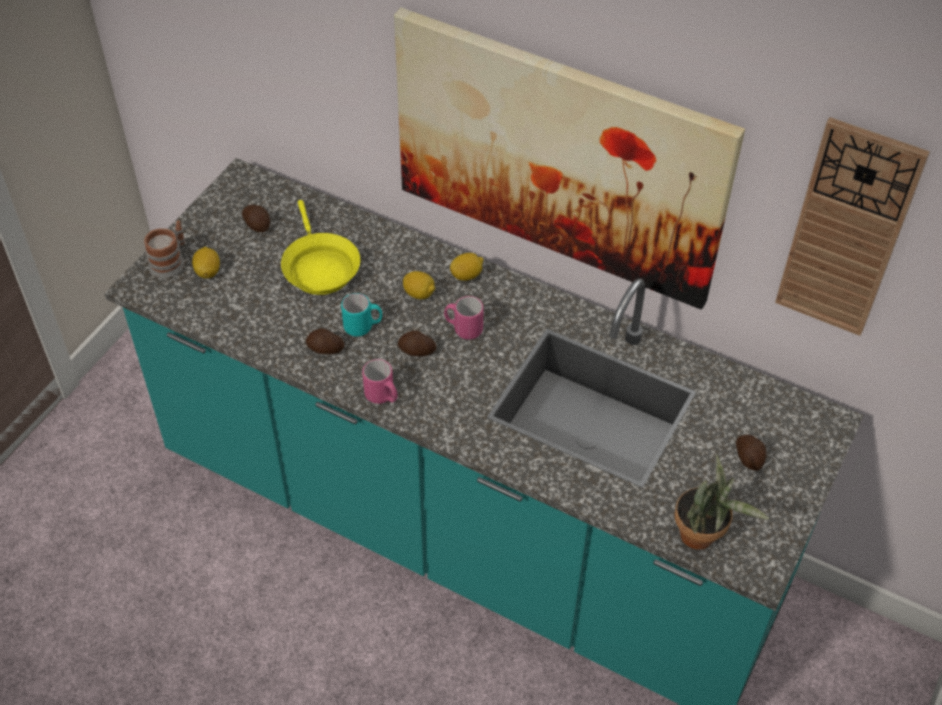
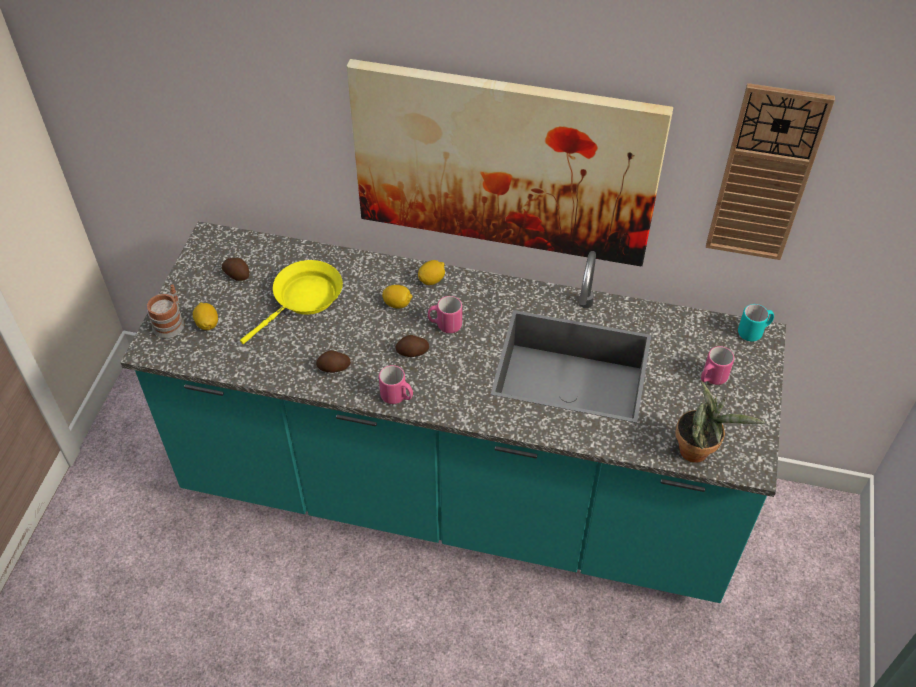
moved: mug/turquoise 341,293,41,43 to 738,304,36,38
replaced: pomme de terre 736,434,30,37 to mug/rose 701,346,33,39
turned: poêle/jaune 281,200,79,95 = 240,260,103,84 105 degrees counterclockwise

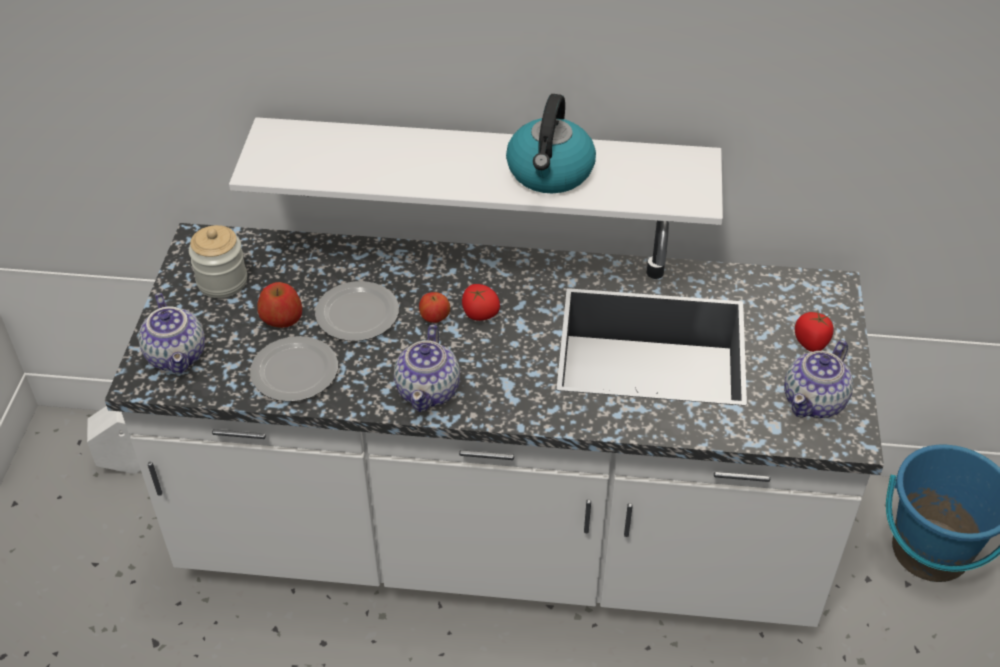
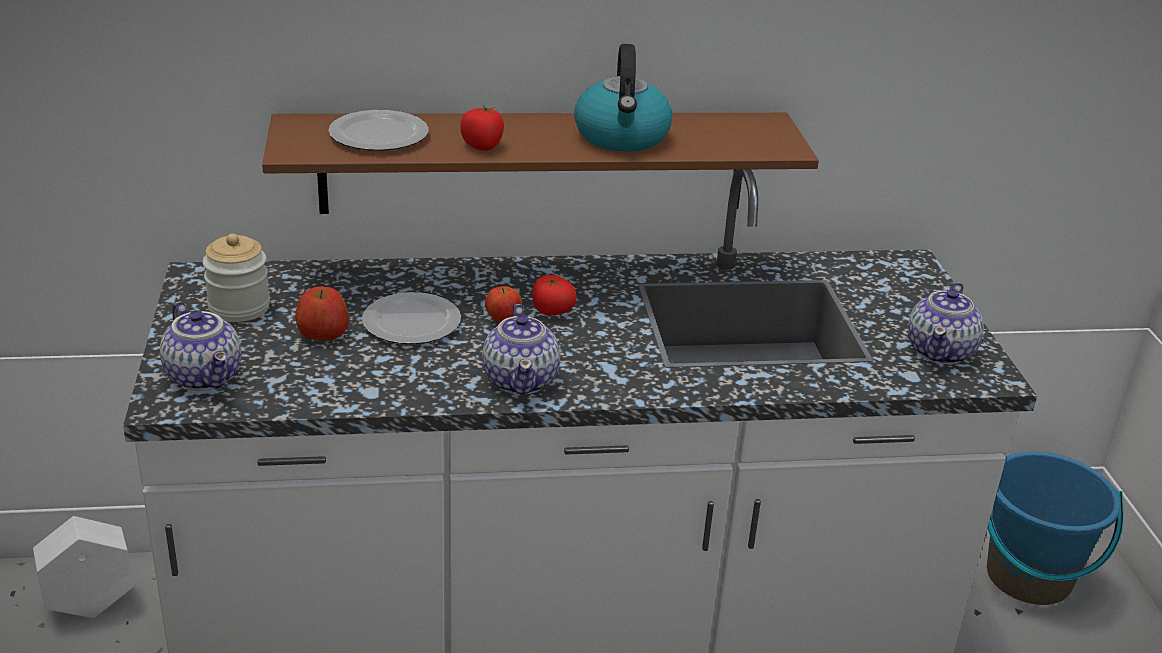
moved: tomate 795,312,39,40 to 460,105,44,46; assiette 250,336,88,66 to 328,110,101,41
recoloured: étagère/blanc 229,117,494,108 to étagère/marron 262,113,557,101

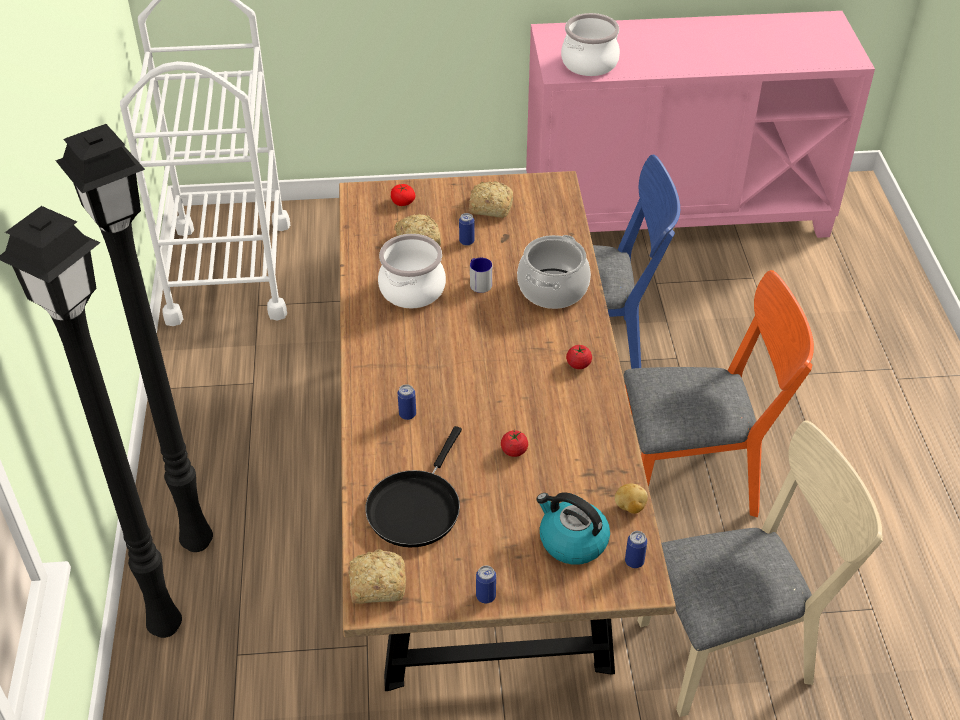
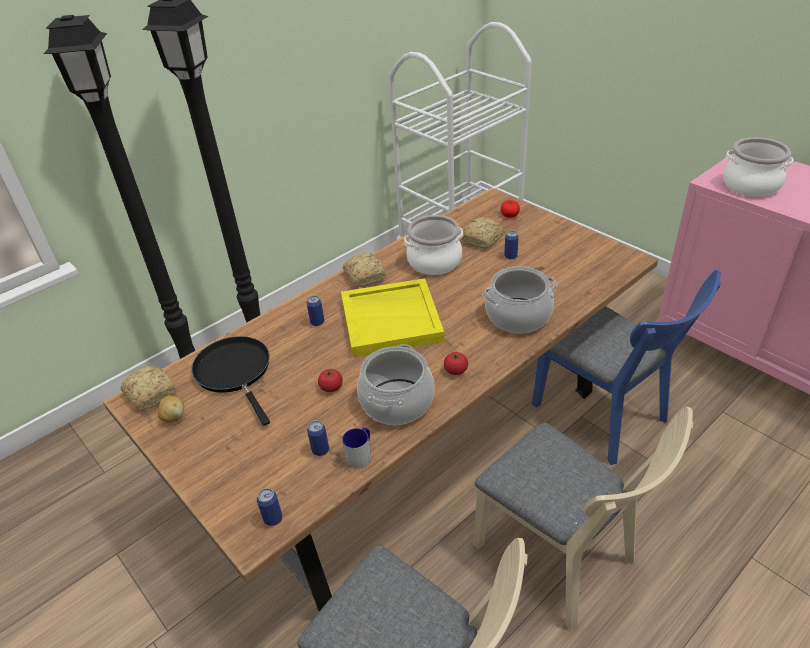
removed: bouilloire 536,492,74,73
added: plateau/jaune 341,278,104,79; marmite 357,344,78,81
moved: pain 468,181,45,37 to 343,253,43,34; mug 470,258,22,35 to 342,428,29,41; pomme de terre 615,483,33,31 to 158,395,26,28; boîte métallique 476,566,20,37 to 307,420,22,36
recoloured: chaise/orange 624,270,190,247 to chaise/beige 473,407,220,224
turned: poêle/noir 365,426,97,121 = 191,336,79,90 75 degrees clockwise

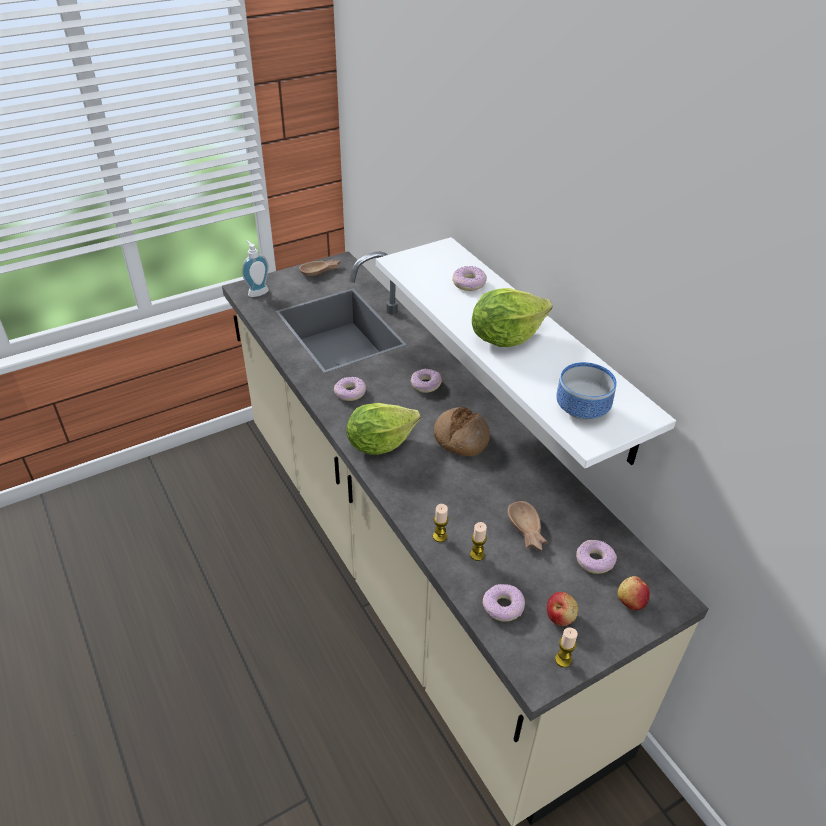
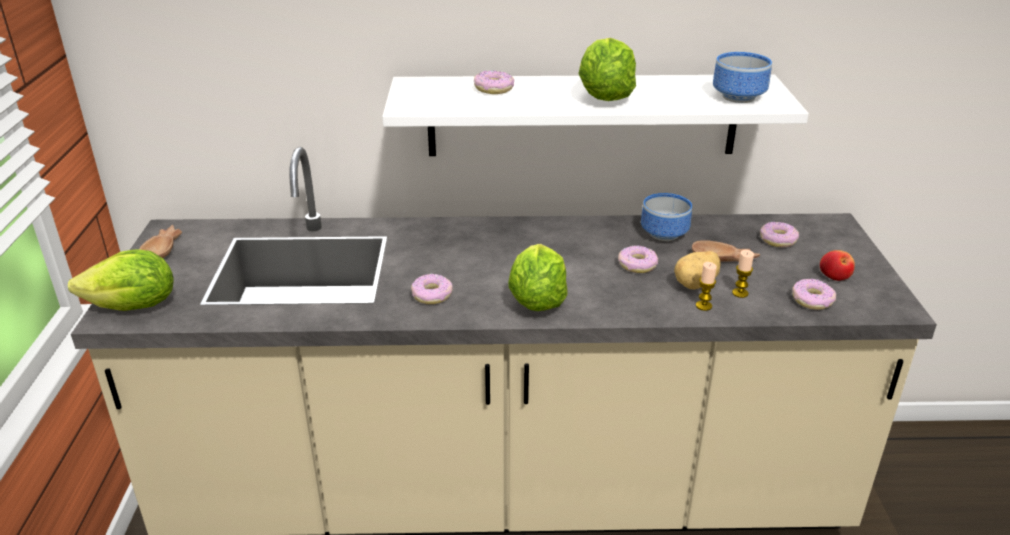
removed: pain 434,407,56,49; pomme 617,576,33,34; bougie 555,628,23,39
added: bol 641,193,51,48; pomme de terre 674,251,47,38
moved: beignet 411,368,31,25 to 618,245,40,28
replaced: distributeur de savon 242,241,27,56 to laitue 68,249,105,62

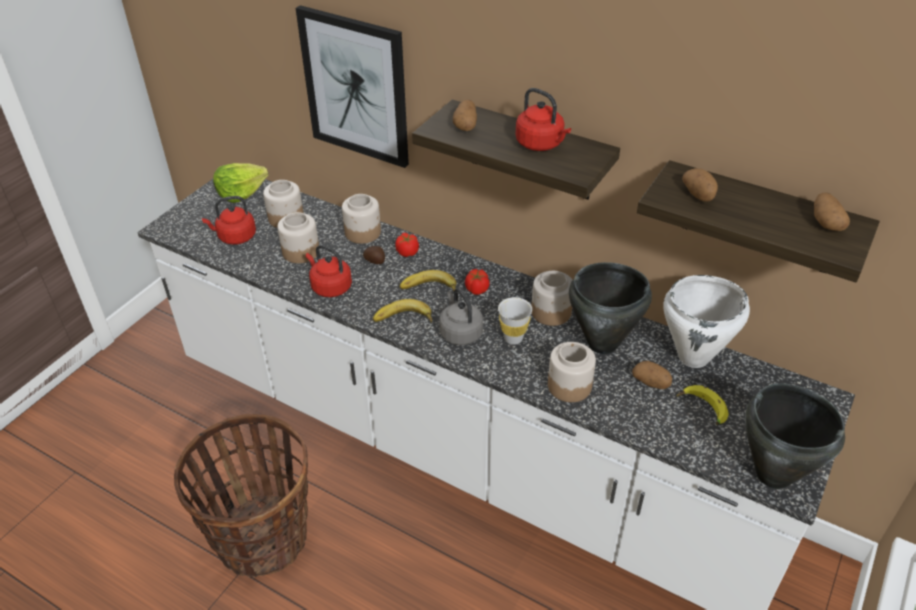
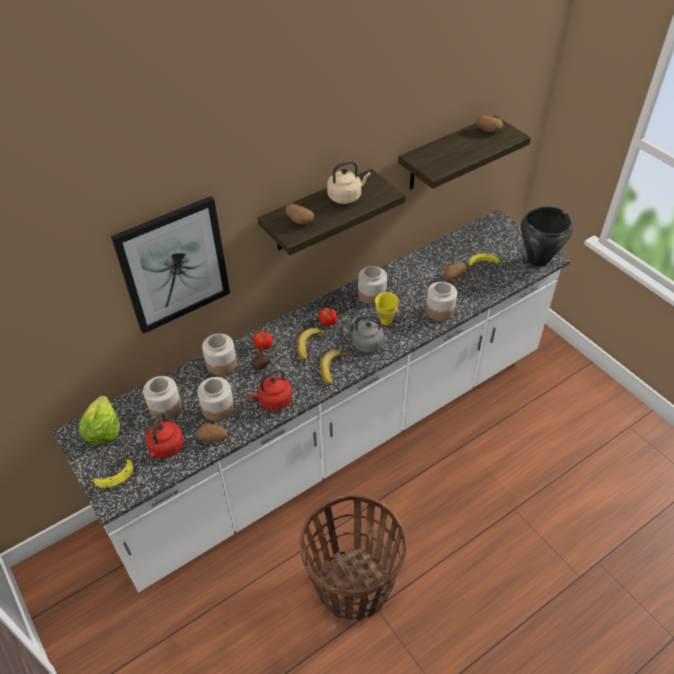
removed: marmite/noir 569,262,83,92; marmite/blanc 664,275,86,93
added: banane 93,455,40,33
moved: pomme de terre 682,168,36,33 to 197,424,30,18
recoloured: bouilloire/rouge 516,88,55,63 to bouilloire/beige 327,161,44,43; tasse/blanc 498,297,34,48 to tasse/jaune 375,292,24,33

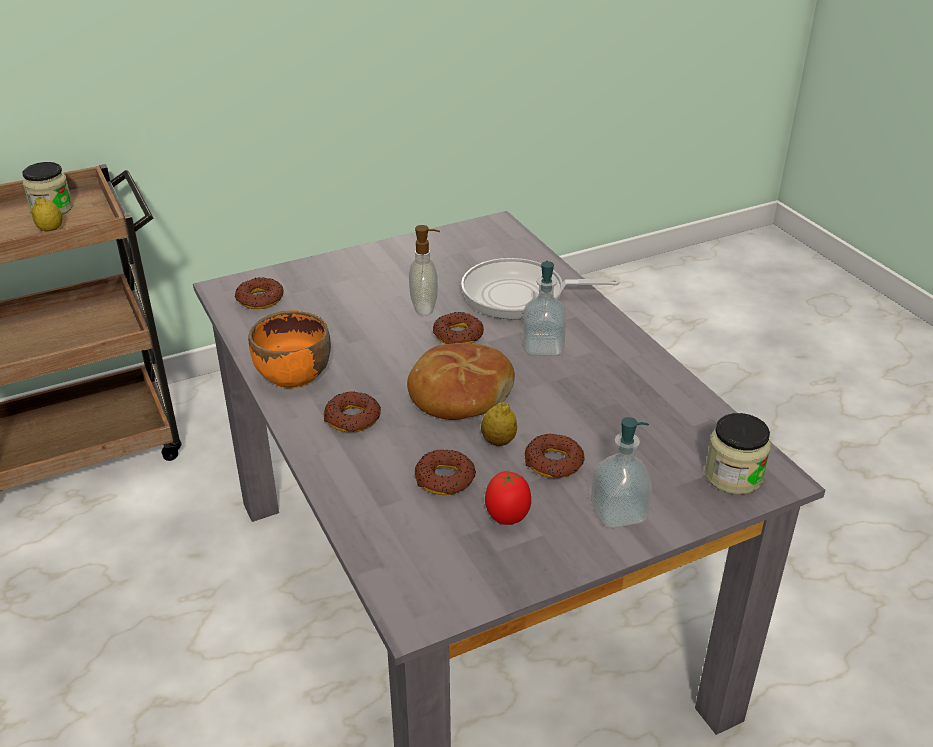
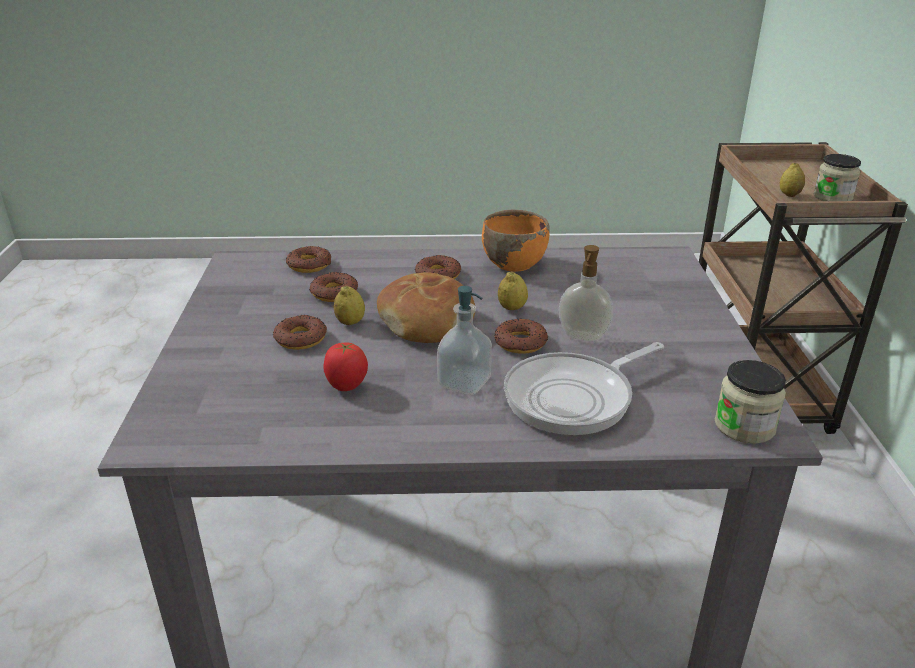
removed: distributeur de savon 591,417,61,111
added: citron 498,272,30,38
moved: beignet 234,277,50,32 to 286,246,45,27; bocal 705,413,66,81 to 715,360,71,84; tomate 485,471,46,54 to 323,343,45,48
turned: poêle 461,258,158,61 = 504,342,160,93 150 degrees counterclockwise

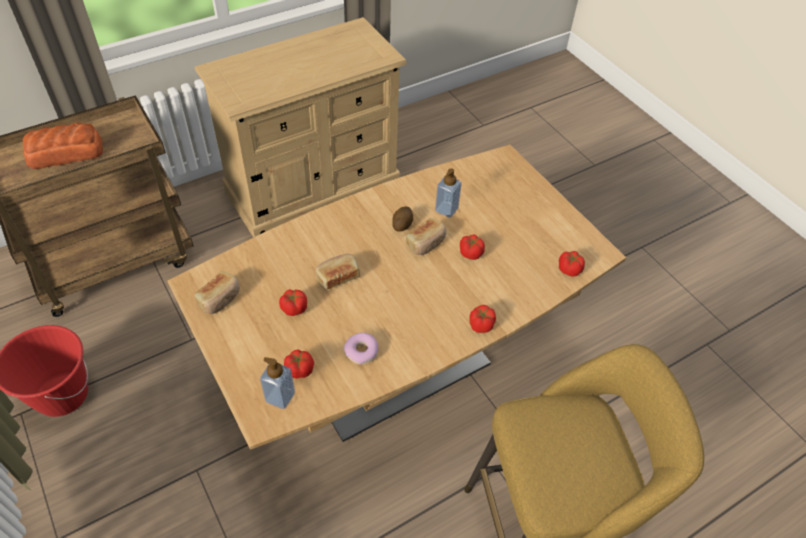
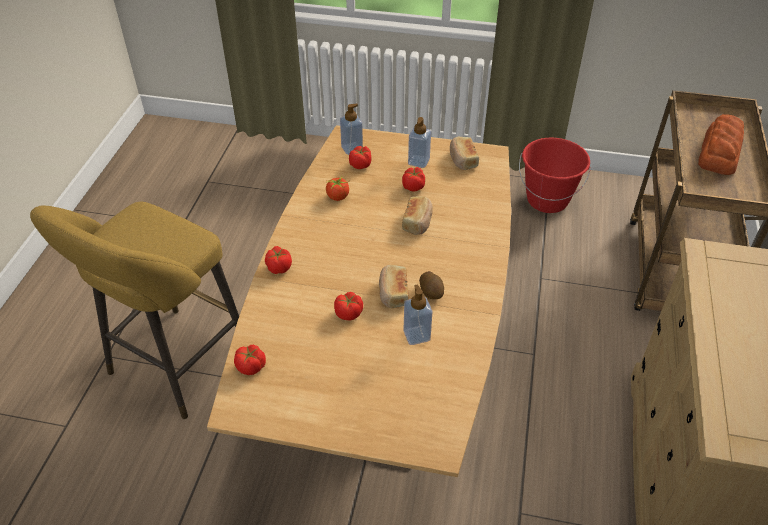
added: distributeur de savon 408,117,23,51
replaced: beignet 344,333,34,31 to tomate 325,177,24,24

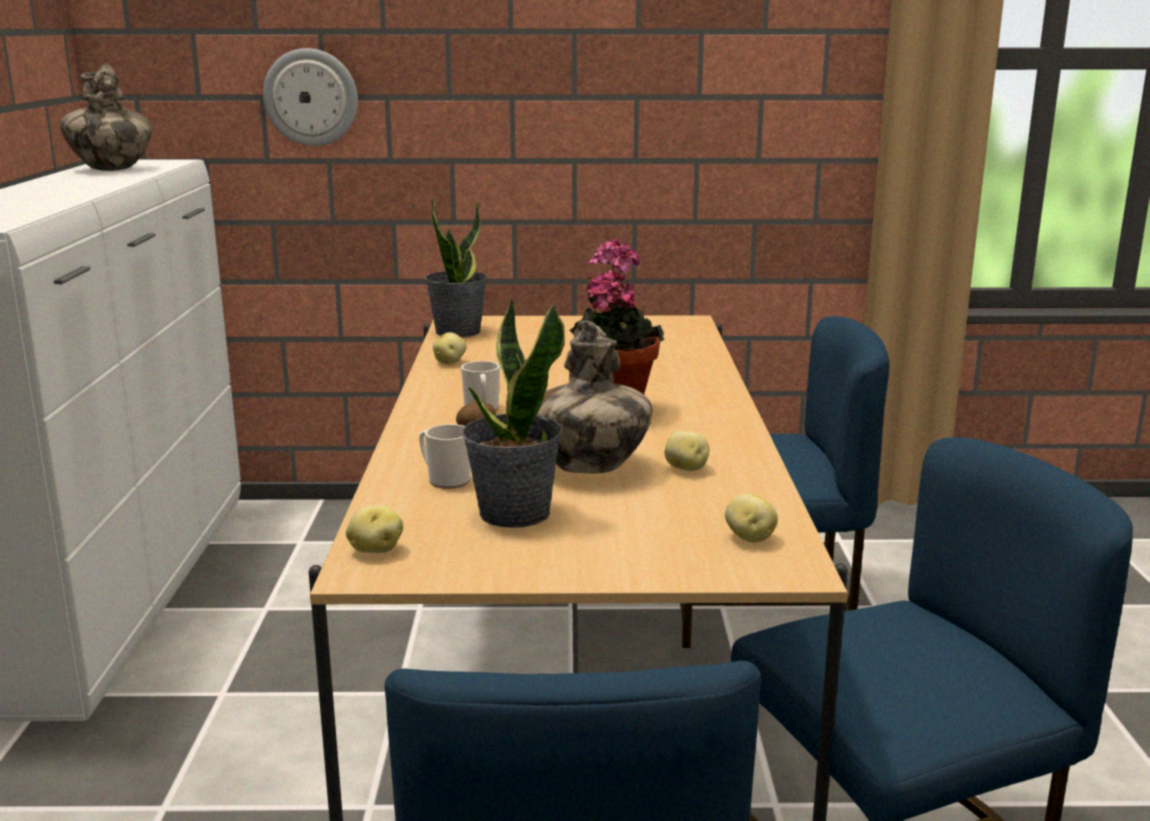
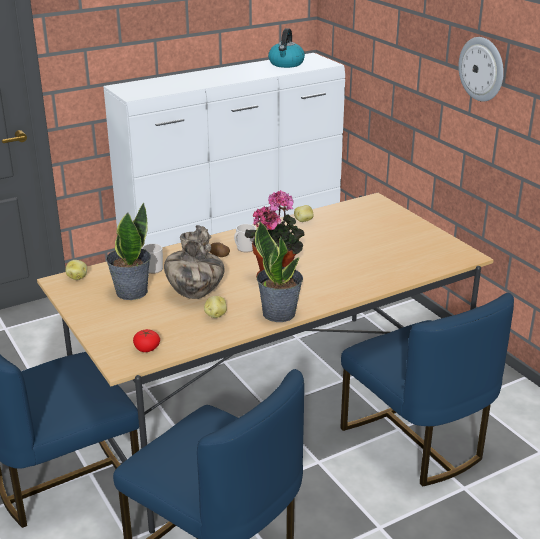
moved: horloge murale 263,48,95,98 to 458,37,46,65; plante en pot 425,197,63,141 to 255,222,48,100
replaced: vase 60,64,92,107 to bouilloire 268,28,37,40; pomme de terre 725,494,53,48 to tomate 133,329,27,23

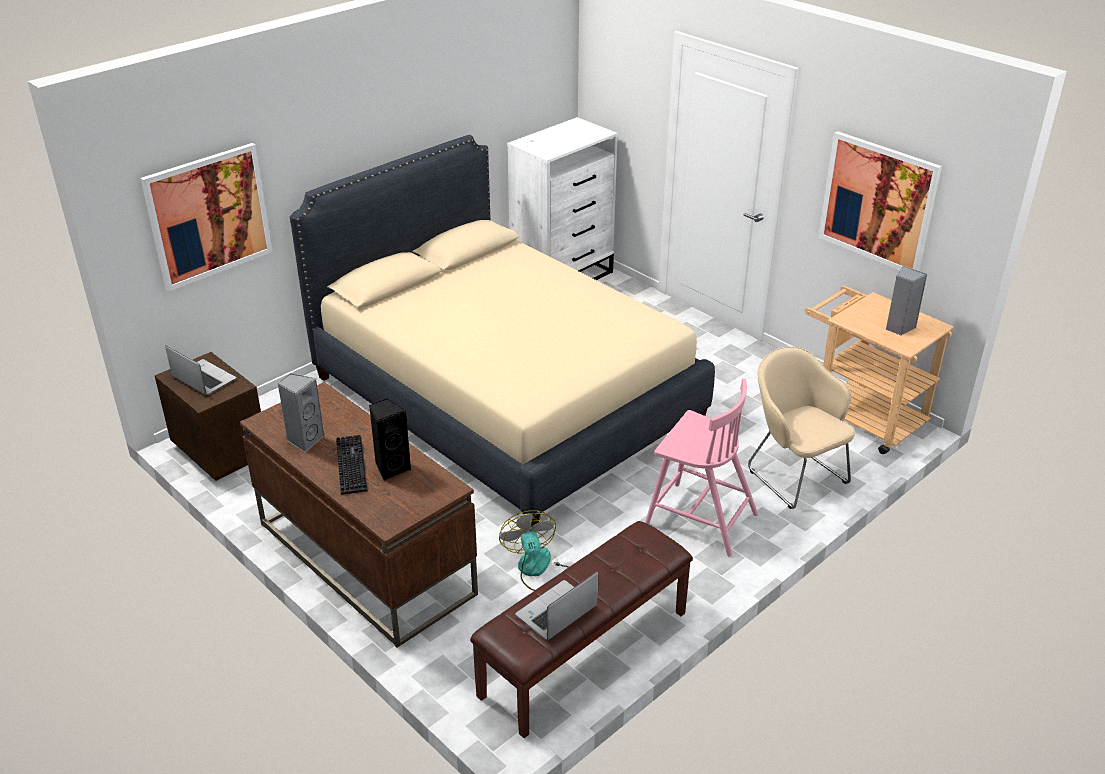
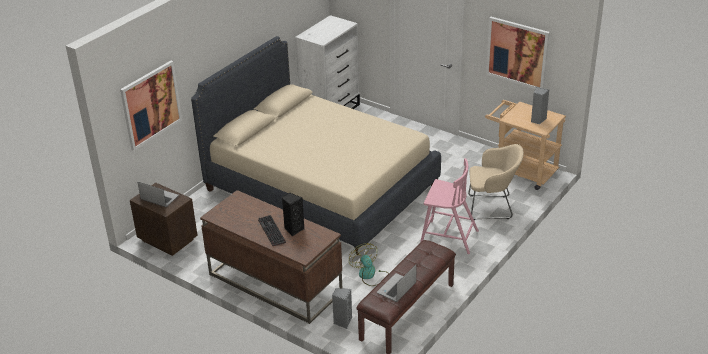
moved: enceinte/gris 277,373,47,79 to 332,288,20,41
turned: fauteuil/beige 748,346,107,163 = 468,144,56,76 135 degrees clockwise

